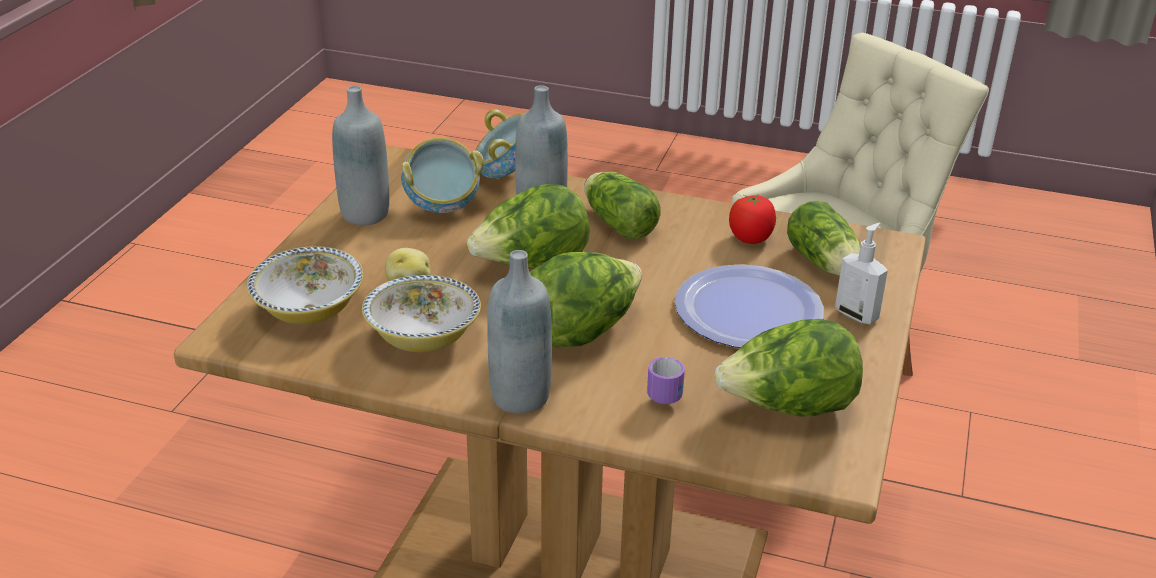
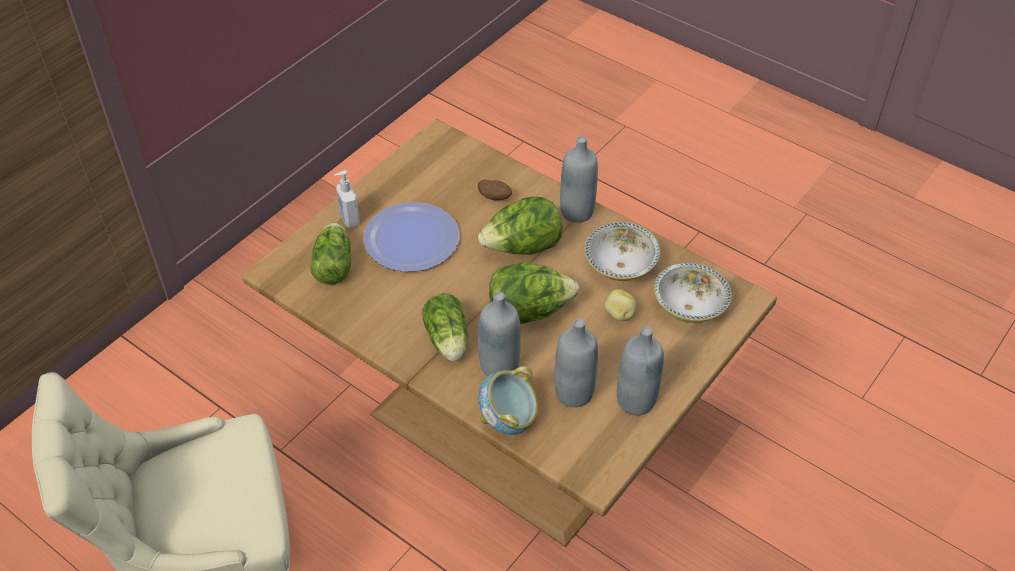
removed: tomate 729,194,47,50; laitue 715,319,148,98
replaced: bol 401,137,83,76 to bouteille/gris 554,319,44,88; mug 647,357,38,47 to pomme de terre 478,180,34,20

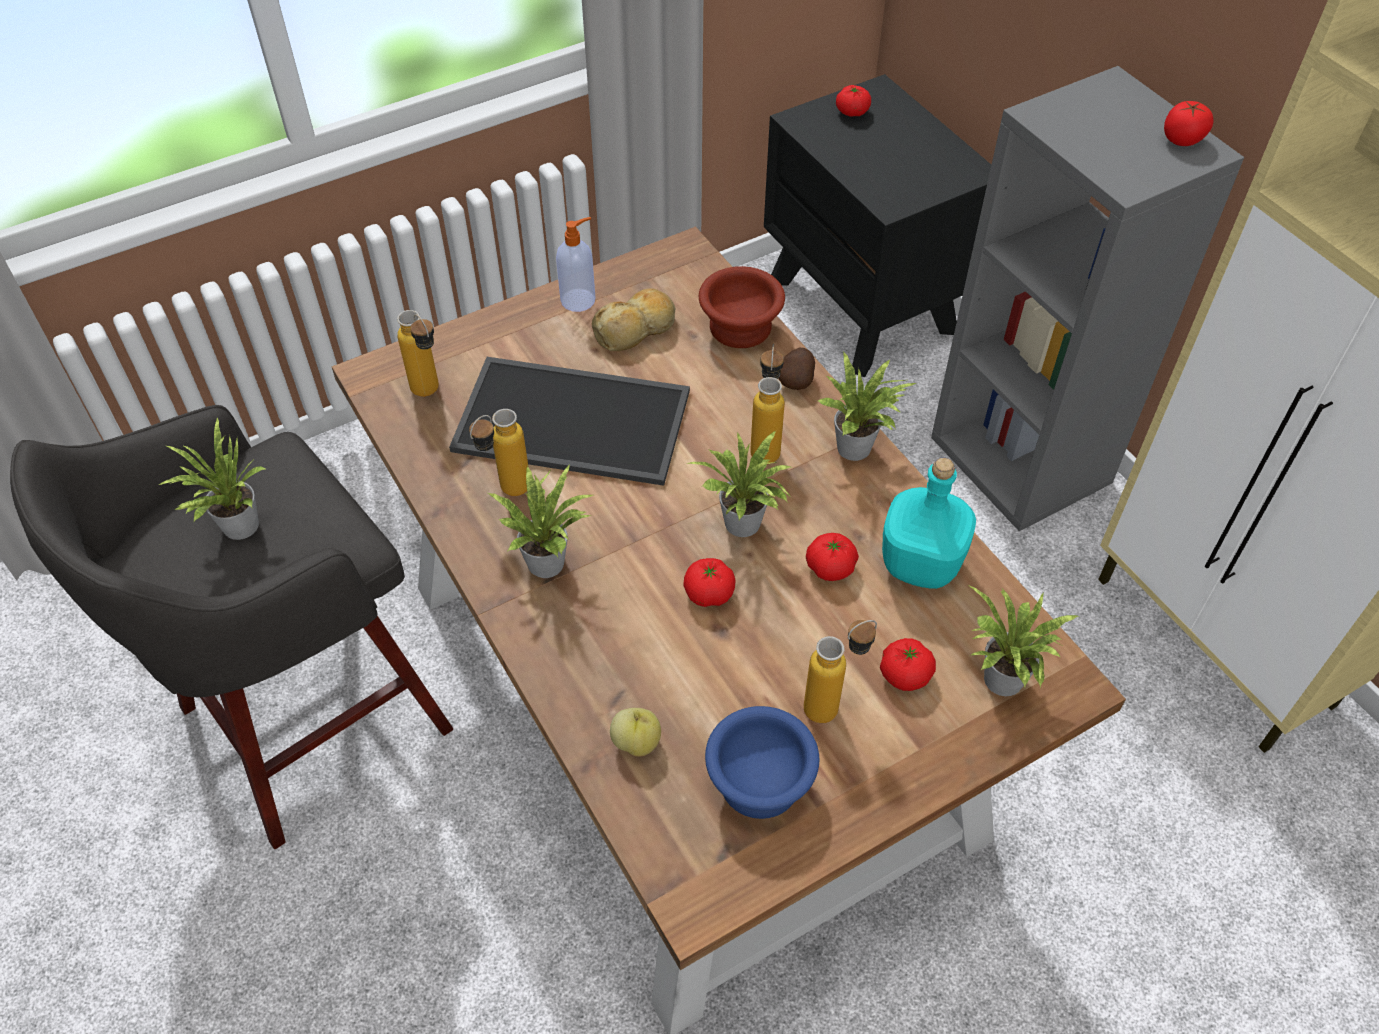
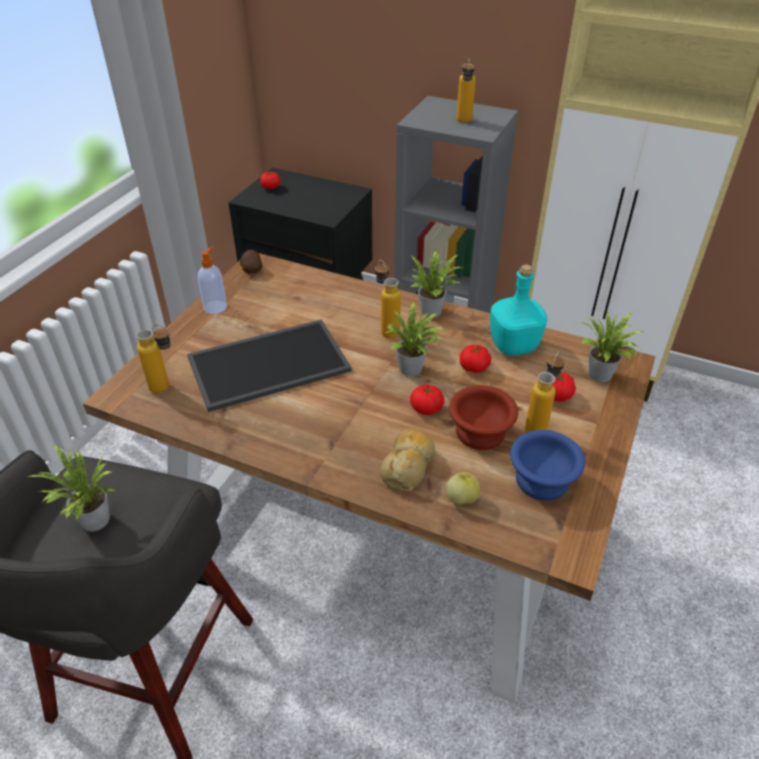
removed: tomate 1164,101,50,45; plante en pot 488,464,105,114
moved: bol/marron 699,266,86,82 to 449,385,69,65; pain 592,288,83,63 to 380,429,55,62; pomme de terre 778,348,37,42 to 240,250,22,23; bouteille 469,409,60,87 to 457,61,19,61

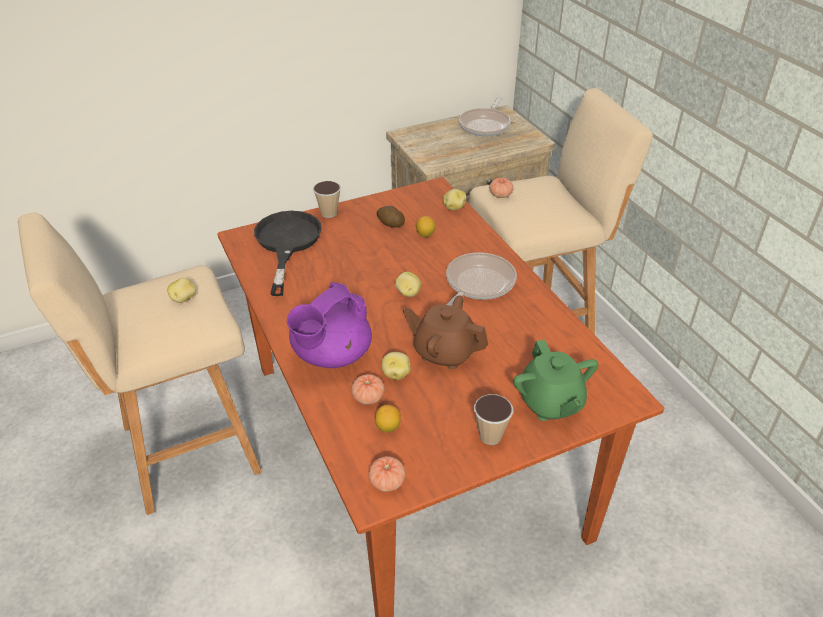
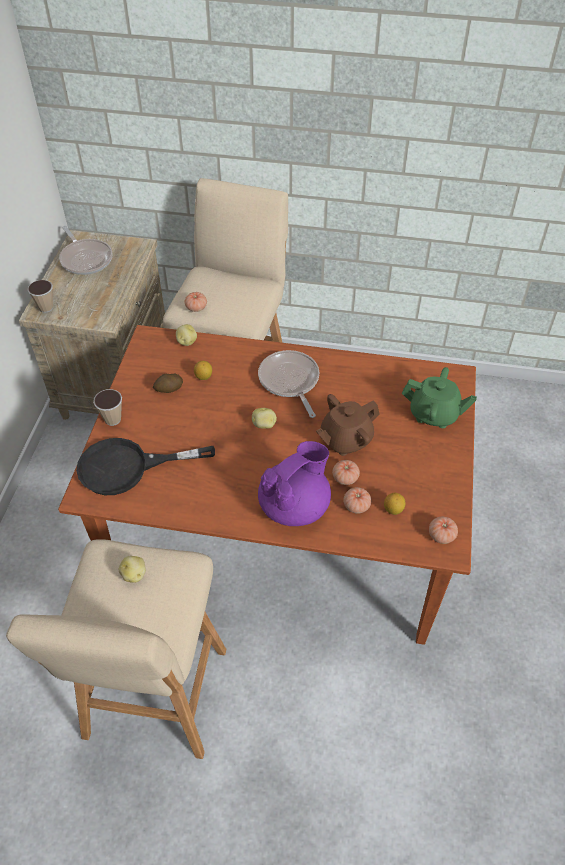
moved: tasse 474,394,39,51 to 28,280,25,33
replaced: pomme de terre 381,352,30,28 to tomate 332,460,28,25
turned: poêle/noir 254,211,68,85 = 76,438,139,57 45 degrees counterclockwise; théière/violet 287,282,85,86 = 258,441,73,85 120 degrees counterclockwise

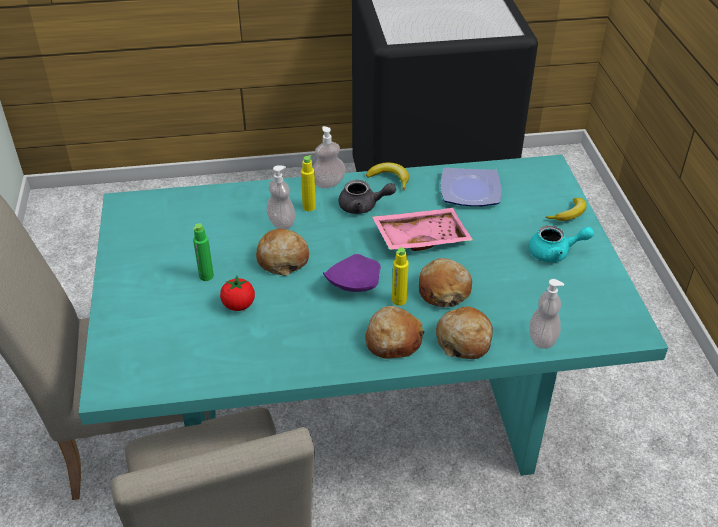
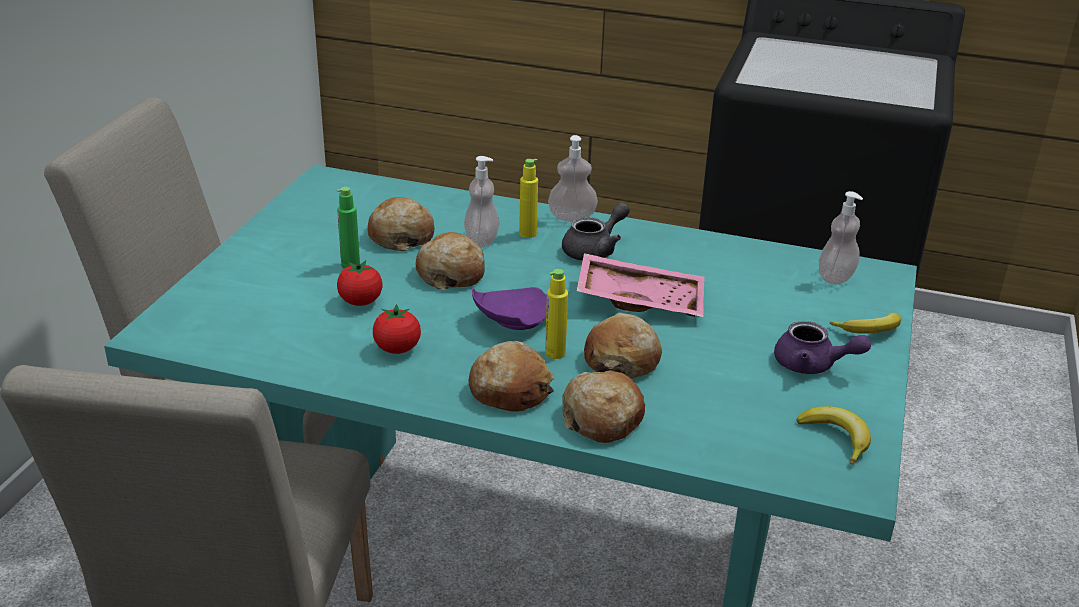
removed: assiette 441,168,60,38
added: pain 367,197,67,54; tomate 373,304,48,50
moved: banane 366,162,43,28 to 796,406,75,59; distributeur de savon 529,279,35,70 to 819,191,44,93
recoloured: théière/turquoise 529,225,65,37 to théière/violet 774,321,97,53
turned: théière/gris 338,180,58,34 = 562,202,68,59 75 degrees counterclockwise

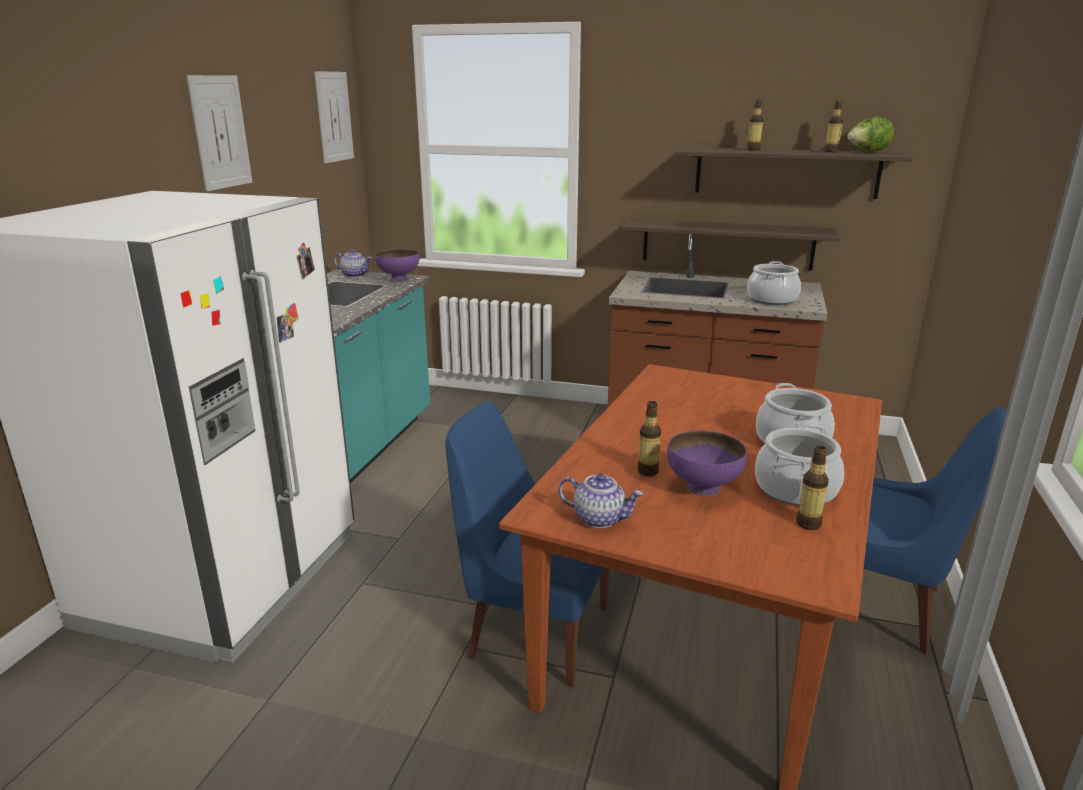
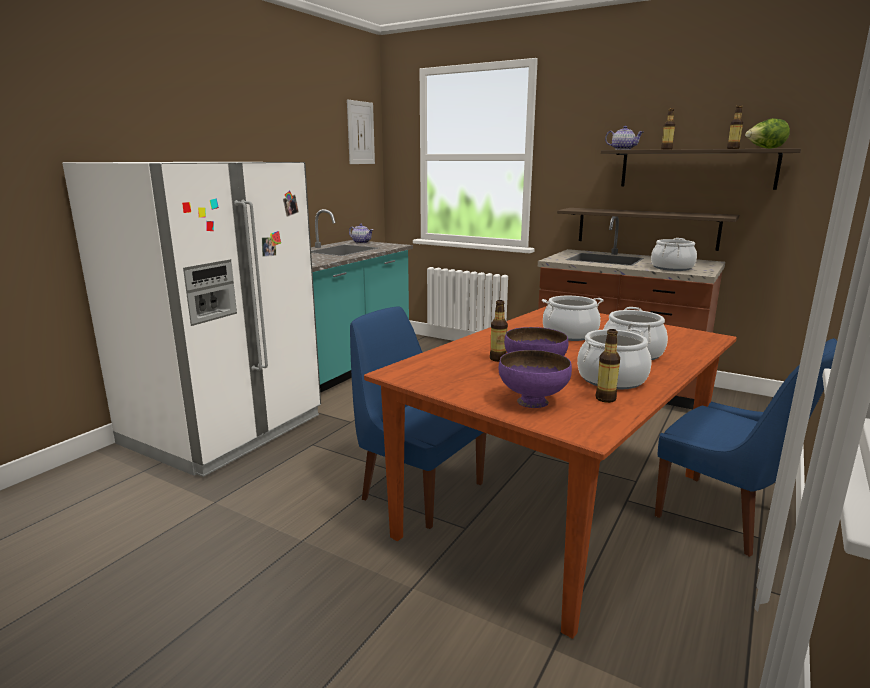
removed: tableau 186,75,66,116
added: marmite 542,296,62,45
moved: bol/violet 375,249,44,33 to 498,350,74,58; théière 558,474,85,54 to 605,126,38,24

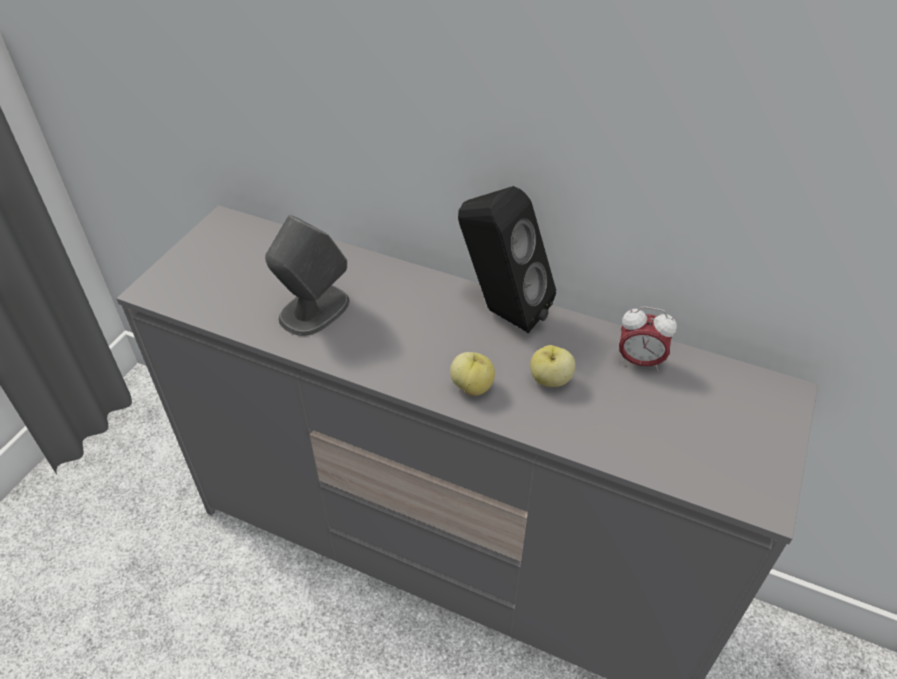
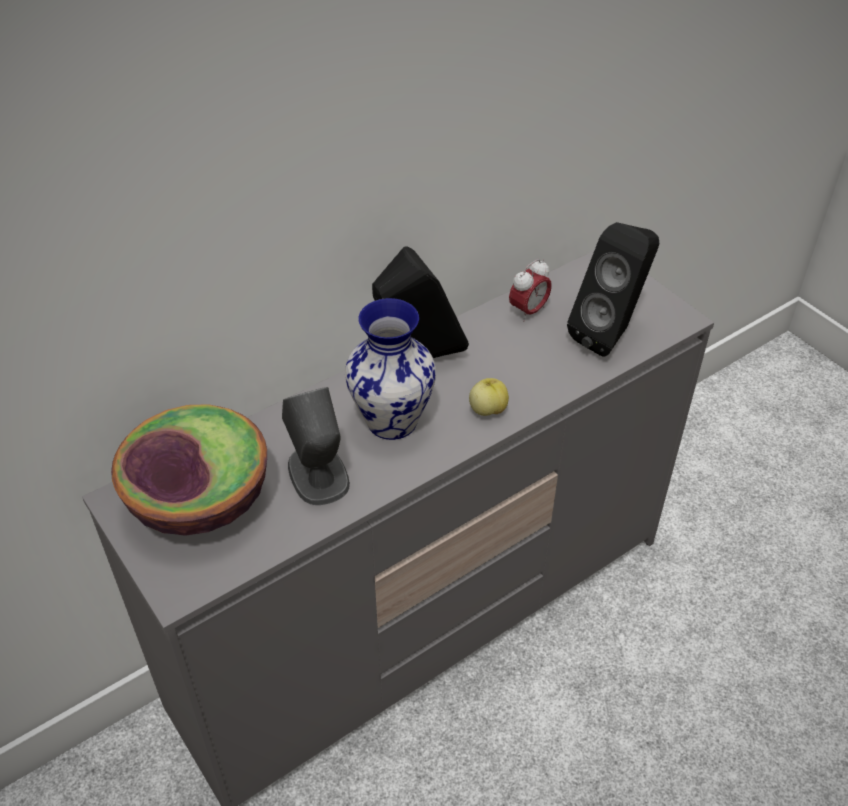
removed: pomme 530,345,45,42
added: enceinte/noir 567,222,93,134; vase 345,298,91,142; bol 111,404,156,132

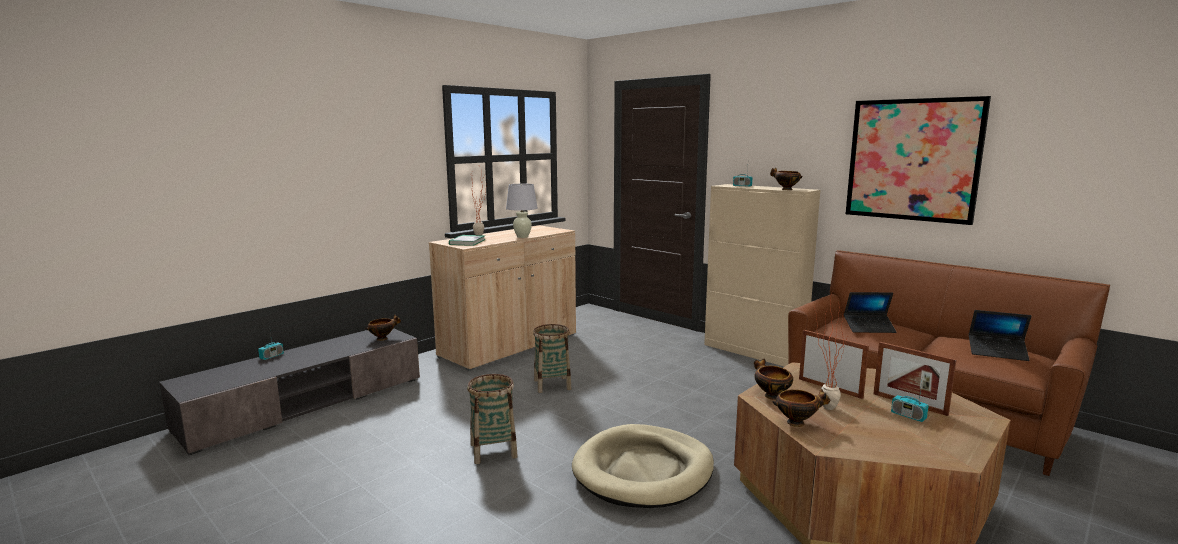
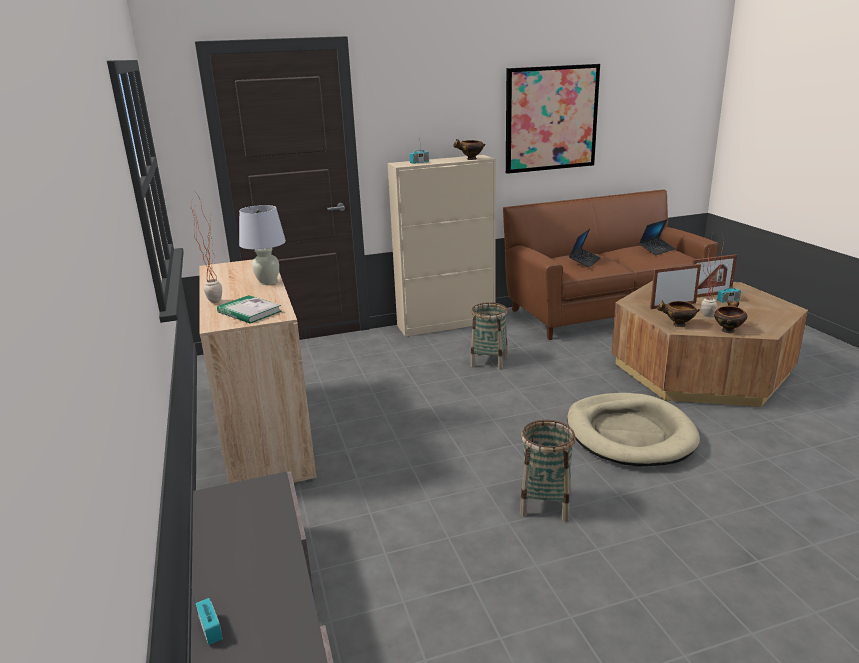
removed: bol 365,315,36,26
moved: panier 533,324,38,69 to 470,302,38,68

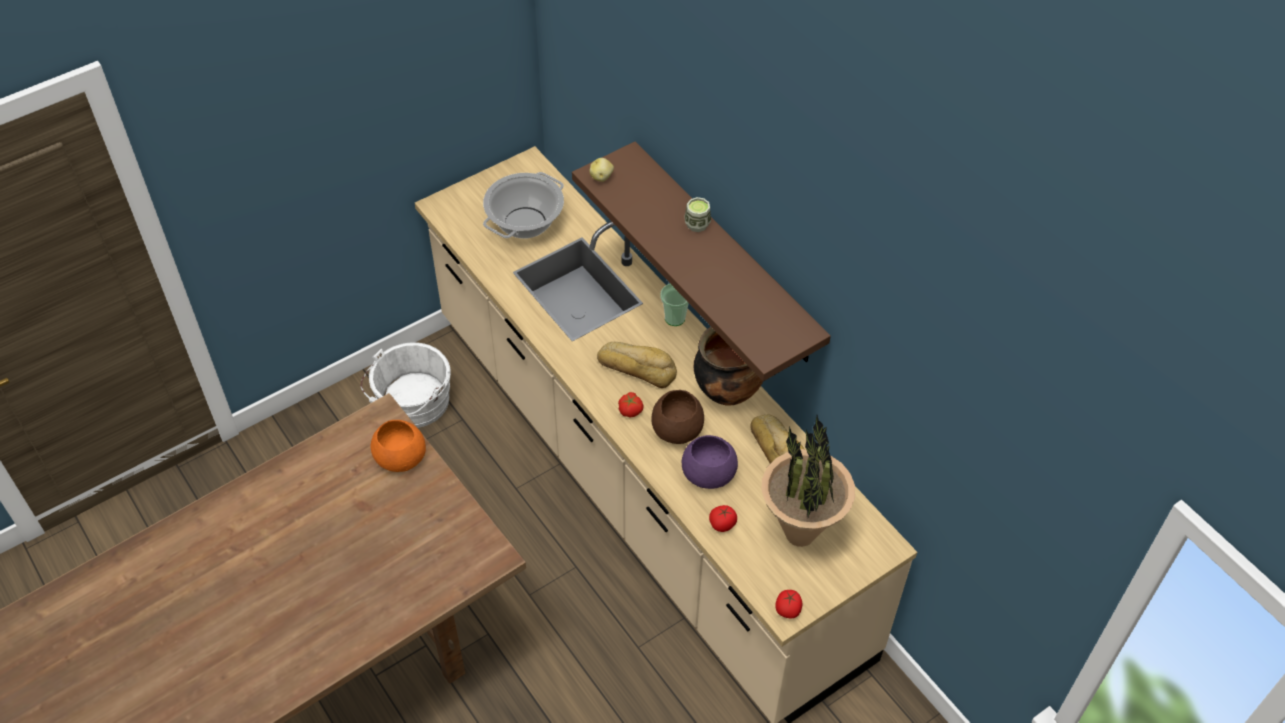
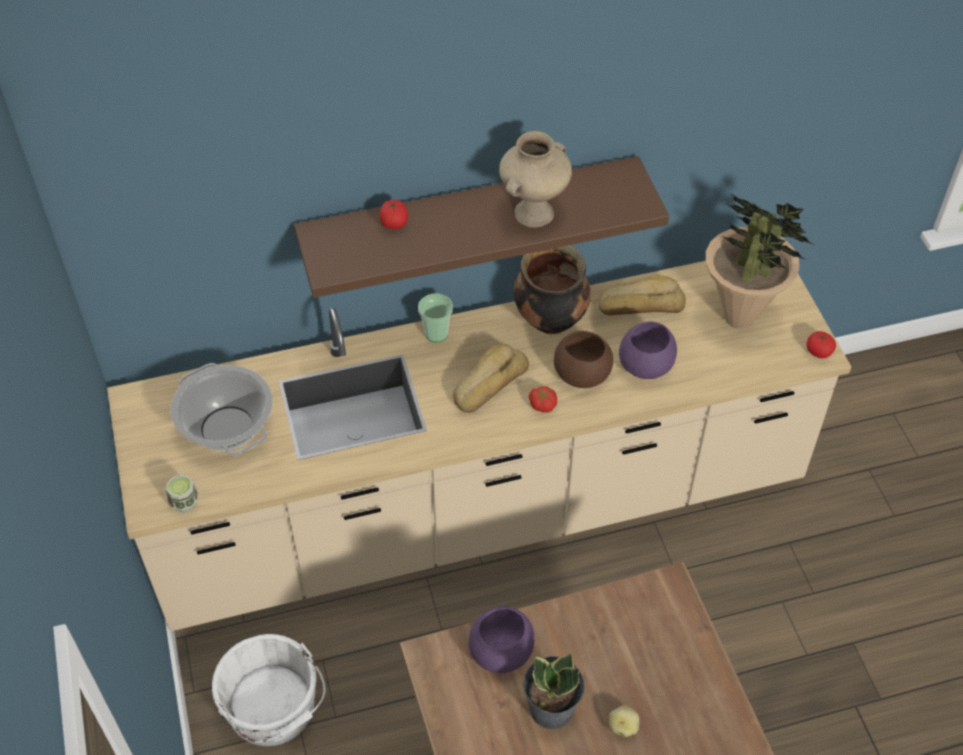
added: vase/beige 499,131,73,97; plante en pot 523,653,62,76
moved: pomme de terre 590,158,24,24 to 609,706,30,31; tasse 684,197,27,35 to 166,475,32,38; tomate 709,505,28,27 to 380,200,28,29
recoloured: bol/orange 370,420,56,52 to bol/violet 469,606,66,67

